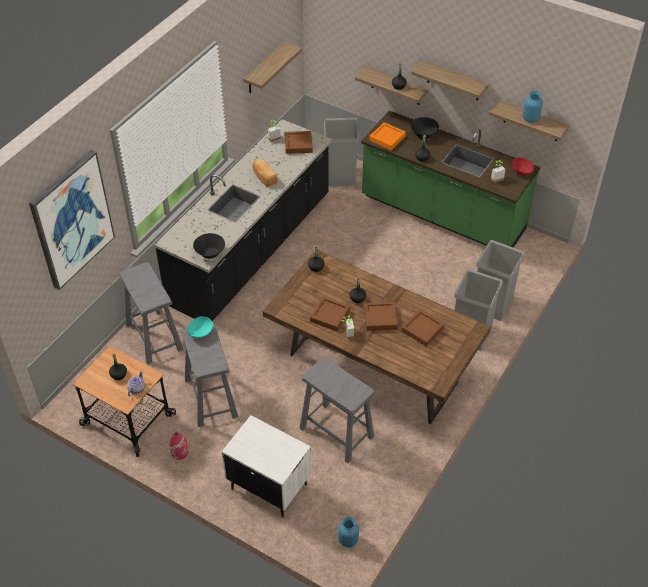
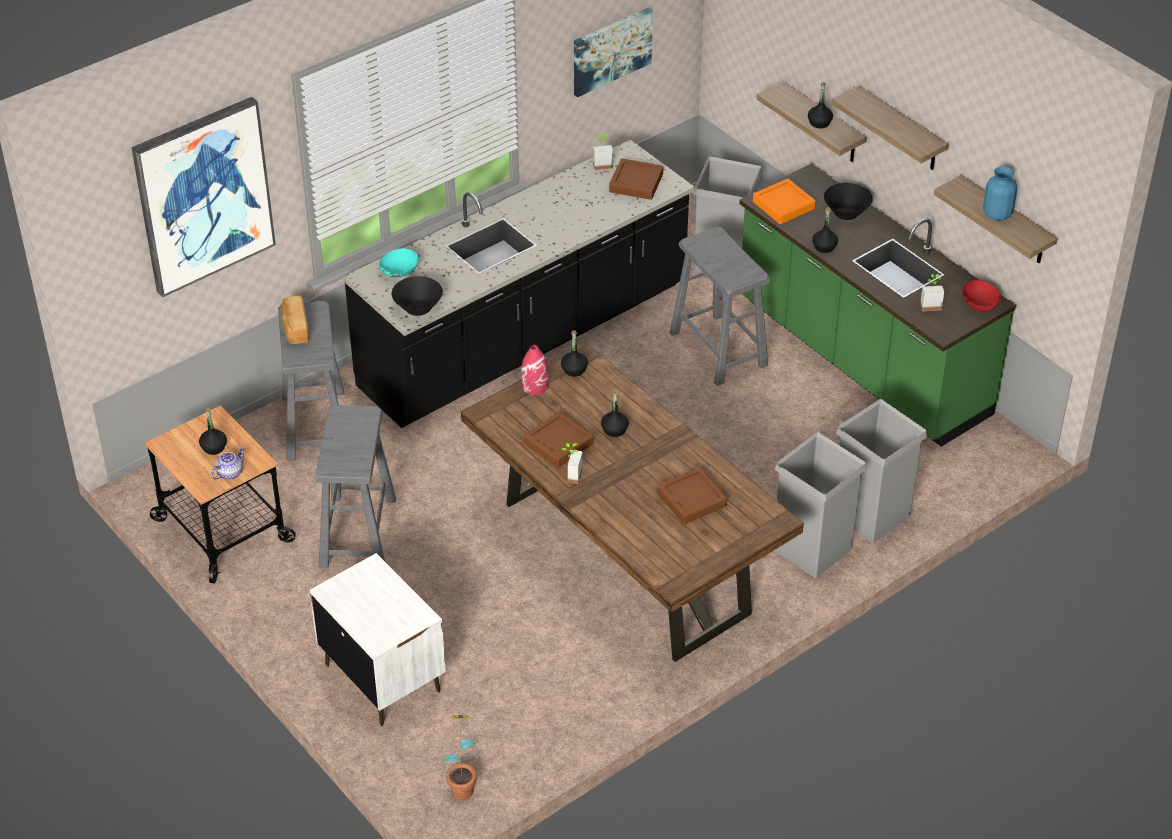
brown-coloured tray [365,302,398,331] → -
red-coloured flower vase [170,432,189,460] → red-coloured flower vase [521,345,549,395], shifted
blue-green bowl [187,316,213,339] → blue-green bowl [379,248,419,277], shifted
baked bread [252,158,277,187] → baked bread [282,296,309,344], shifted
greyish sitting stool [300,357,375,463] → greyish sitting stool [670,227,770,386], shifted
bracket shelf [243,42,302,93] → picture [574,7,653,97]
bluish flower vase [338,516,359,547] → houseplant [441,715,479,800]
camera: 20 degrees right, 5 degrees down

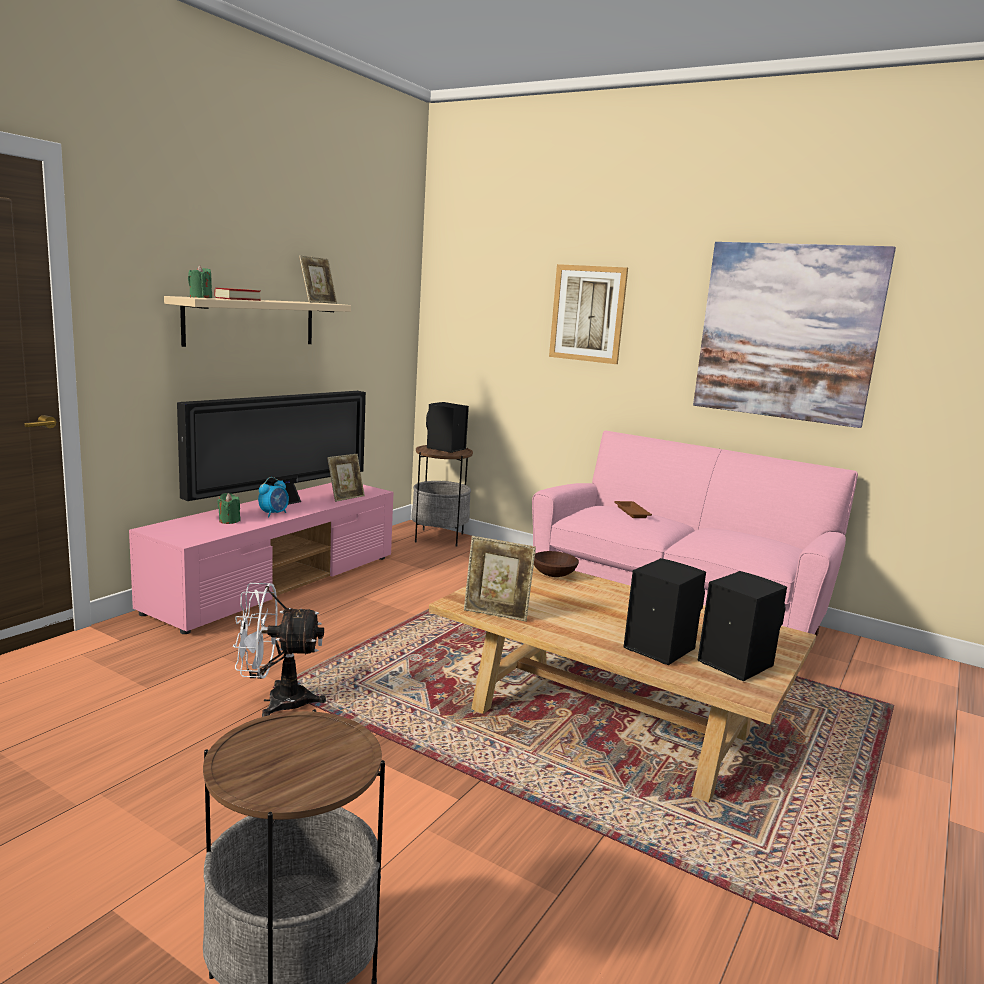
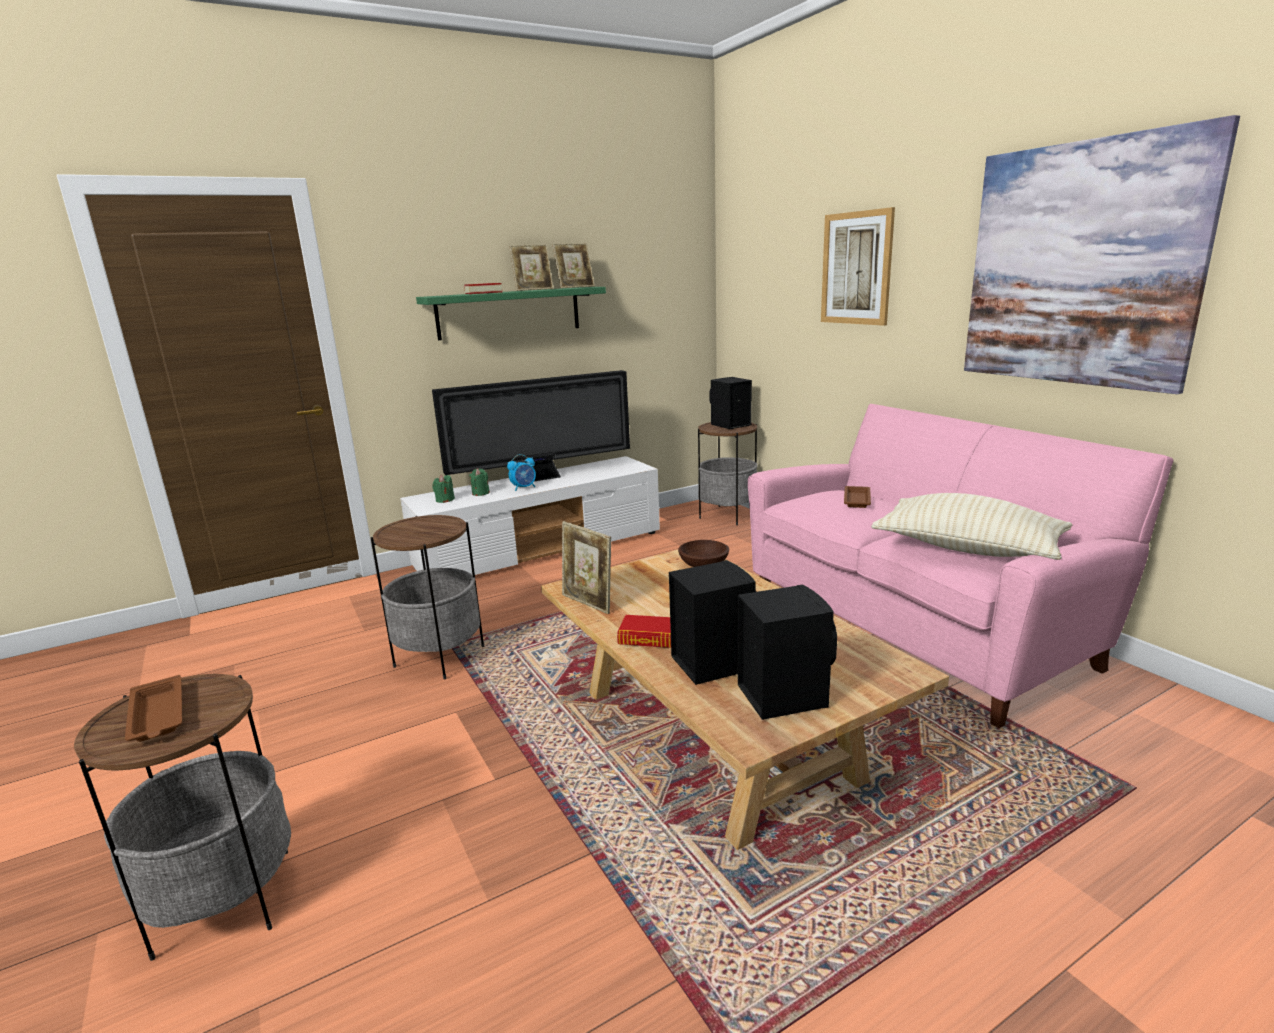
- → brown-coloured tray [125,675,182,742]
- → bound book [617,615,671,648]
- → sand-coloured throw pillow [871,493,1072,560]
greenish wax candle [188,265,212,298] → greenish wax candle [432,475,455,503], shifted
picture frame [327,454,365,502] → picture frame [510,245,554,291], shifted
whitish fan [233,583,326,717] → accent table [371,515,484,679]
pink-coloured tv stand [129,483,393,634] → whitish tv stand [400,456,660,575]
sand-coloured bracket shelf [164,296,351,347] → greenish bracket shelf [416,287,606,340]
camera: 30 degrees right, 5 degrees up

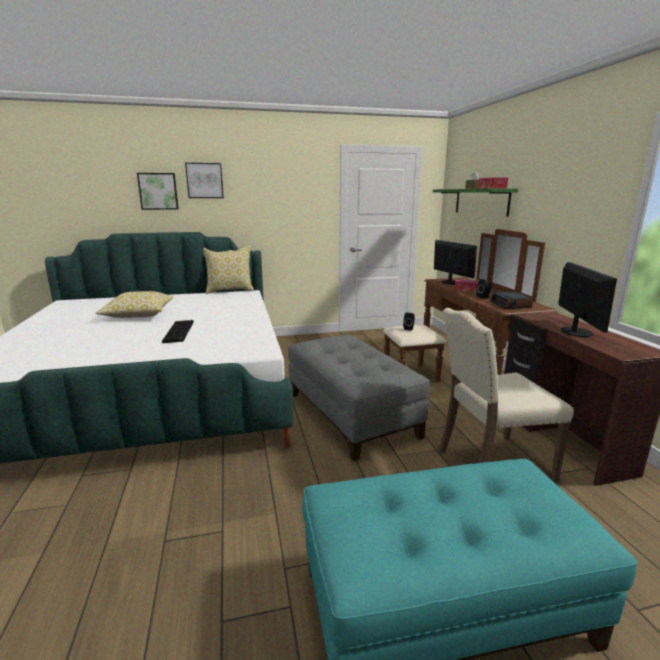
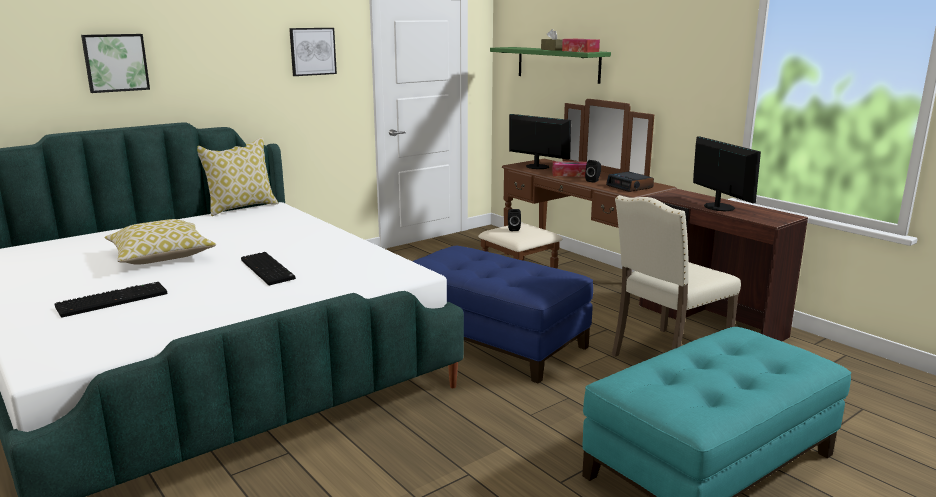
- → keyboard [55,282,167,318]
picture [185,163,224,198] → picture [289,28,337,76], shifted
greyish pouffe [288,335,430,461] → bluish pouffe [412,246,593,383]
camera: 25 degrees left, 0 degrees up

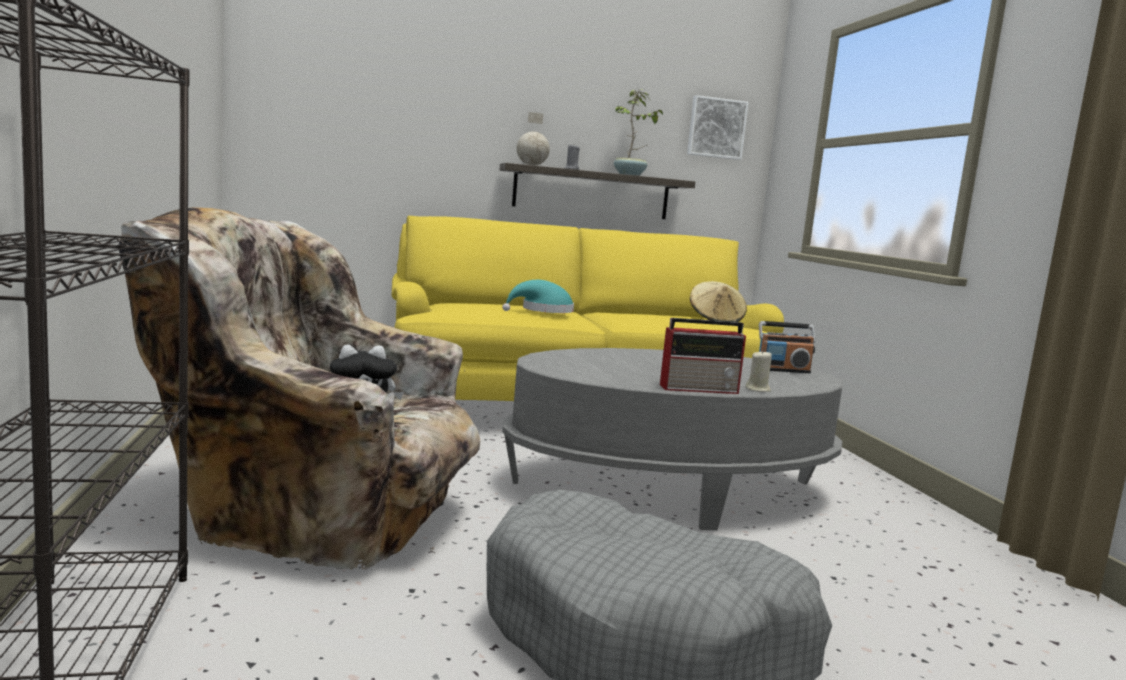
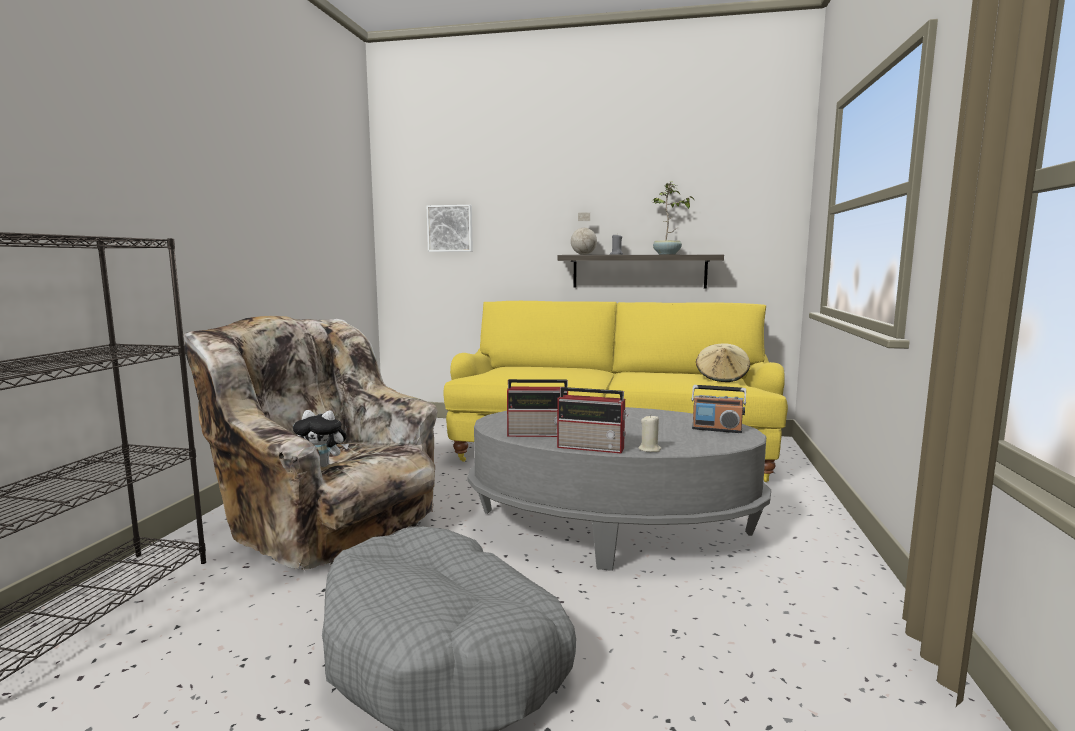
blue-green wearable hat [502,280,574,313] → -
- → radio receiver [507,379,568,437]
picture [687,95,749,160] → picture [427,205,473,252], shifted
camera: 25 degrees right, 0 degrees up

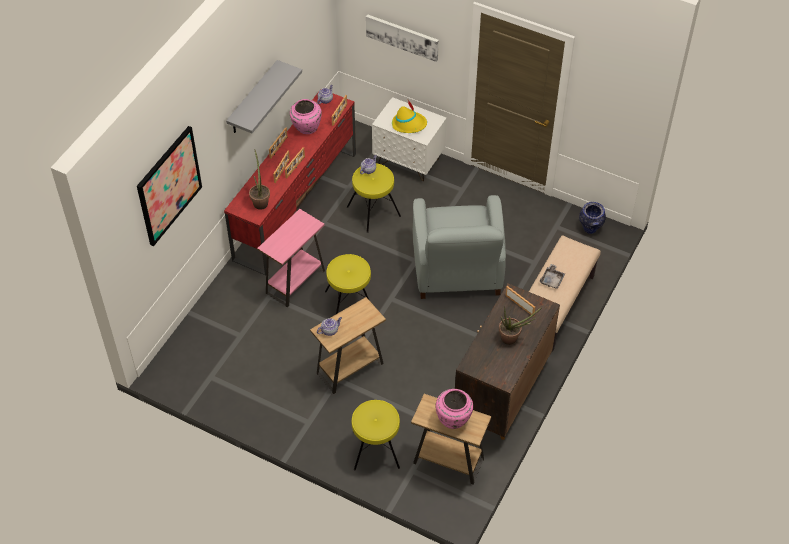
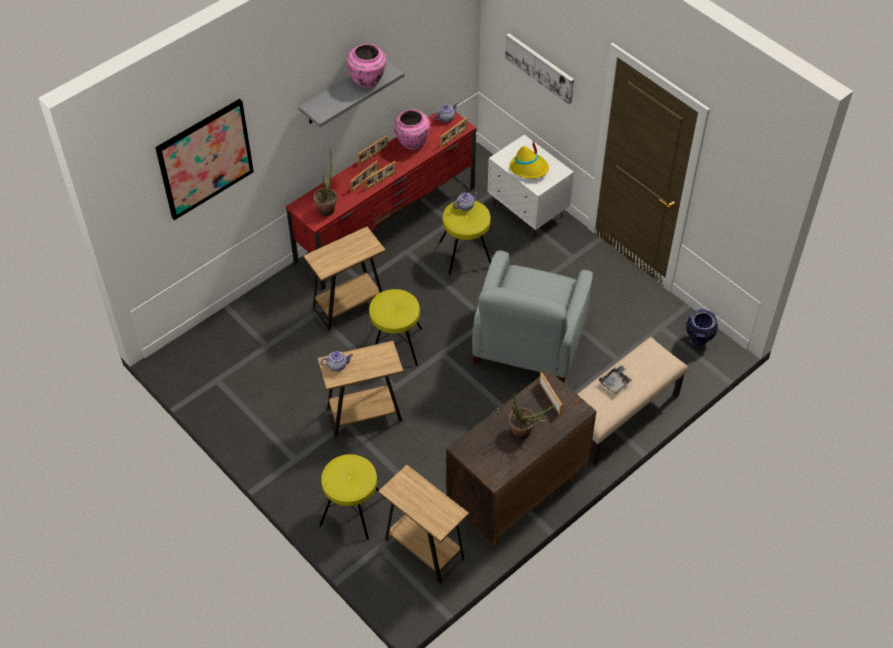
pink-coloured flower vase [436,389,473,429] → pink-coloured flower vase [347,44,386,88], shifted
pink-coloured accent table [257,209,325,308] → brown-coloured accent table [303,227,386,331]
camera: 20 degrees right, 0 degrees up

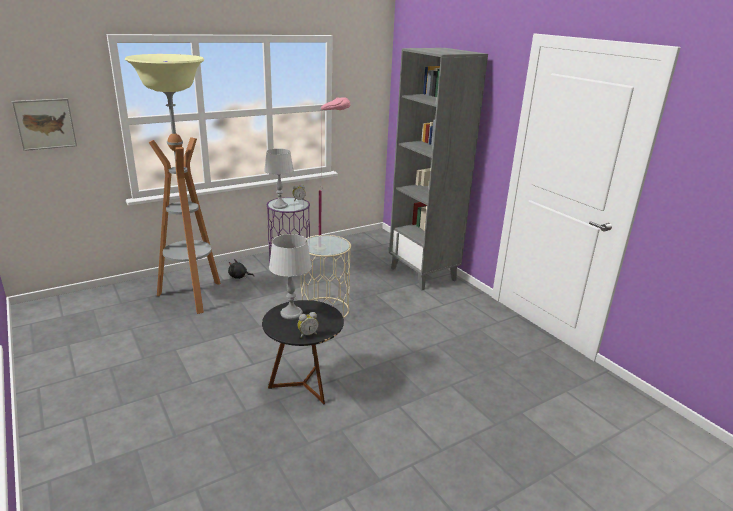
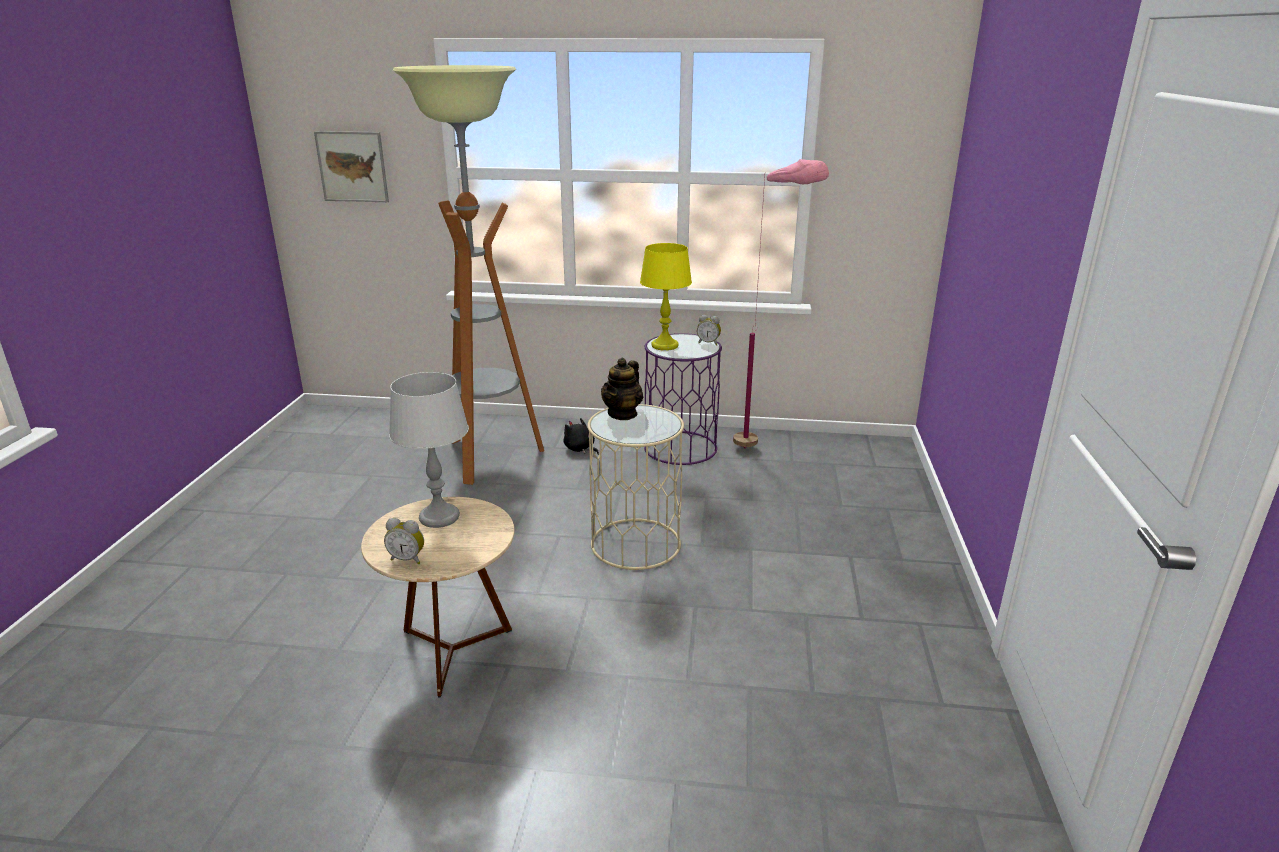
greyish shelving unit [389,48,488,290] → -
- → pot for tea [601,358,643,420]
blackish accent table [262,300,344,405] → sand-coloured accent table [361,497,515,698]
greyish lamp for a table [264,149,294,209] → yellow-coloured lamp for a table [640,243,692,351]
camera: 40 degrees right, 0 degrees up

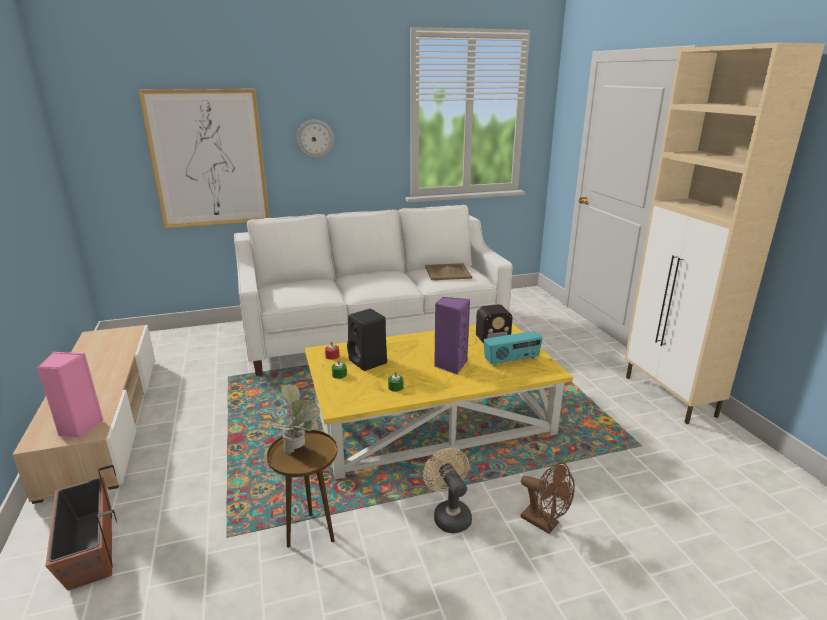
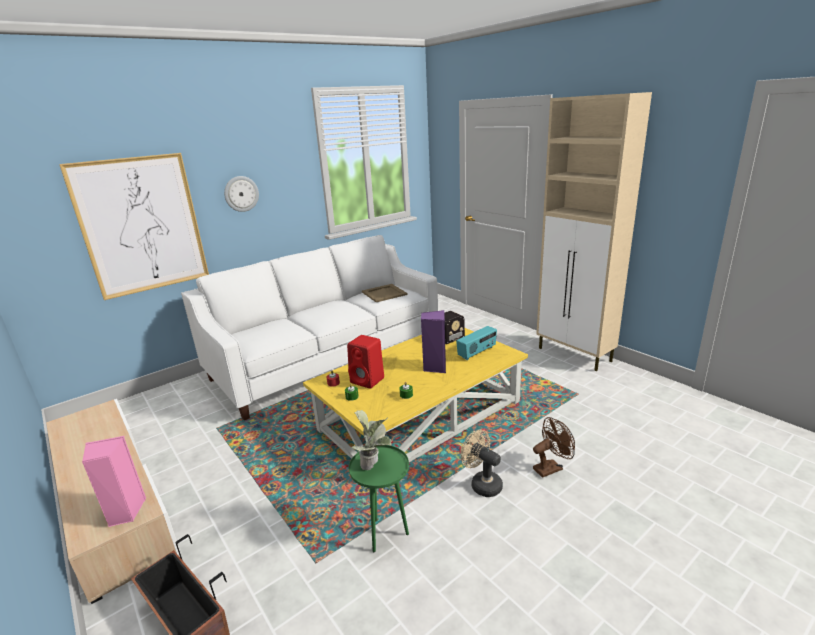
brown-coloured accent table [267,430,337,548] → greenish accent table [349,445,409,552]
blackish loudspeaker [347,309,387,371] → red-coloured loudspeaker [347,335,384,389]
brown-coloured fan [521,462,575,534] → brown-coloured fan [533,417,575,478], 45 degrees counterclockwise
camera: 20 degrees left, 0 degrees up

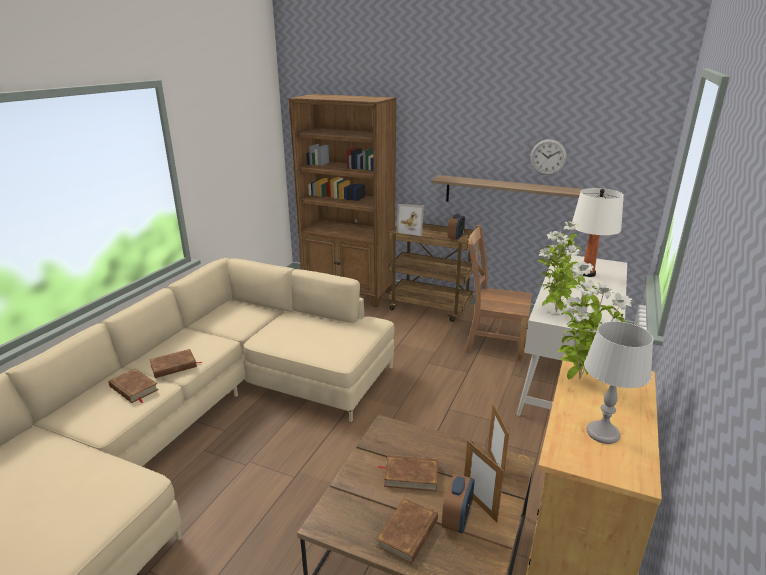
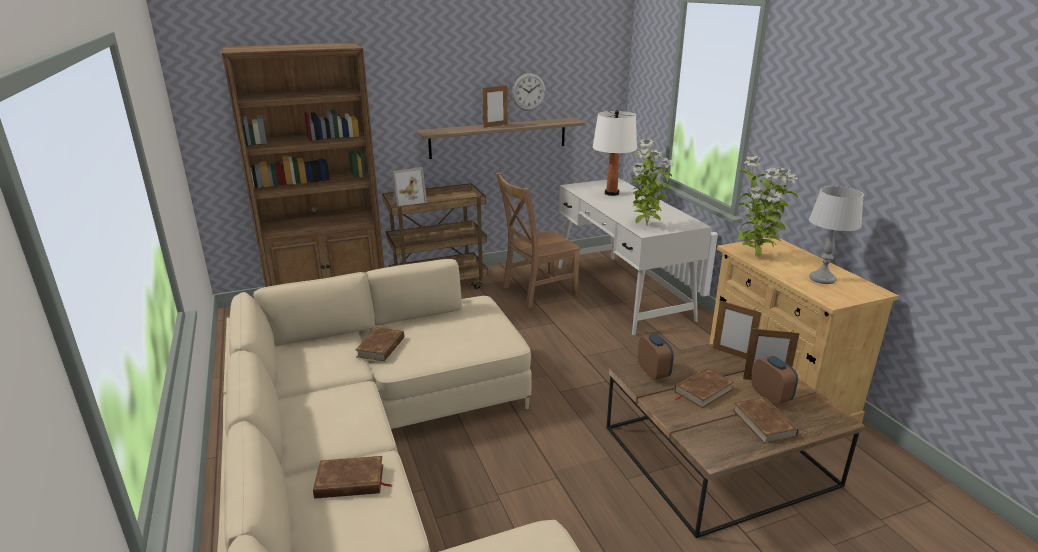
- → picture frame [483,85,508,128]
brown-coloured bound book [149,349,203,378] → brown-coloured bound book [355,327,404,361], shifted
alarm clock [447,214,465,241] → alarm clock [638,334,674,380], shifted
camera: 45 degrees left, 0 degrees up

